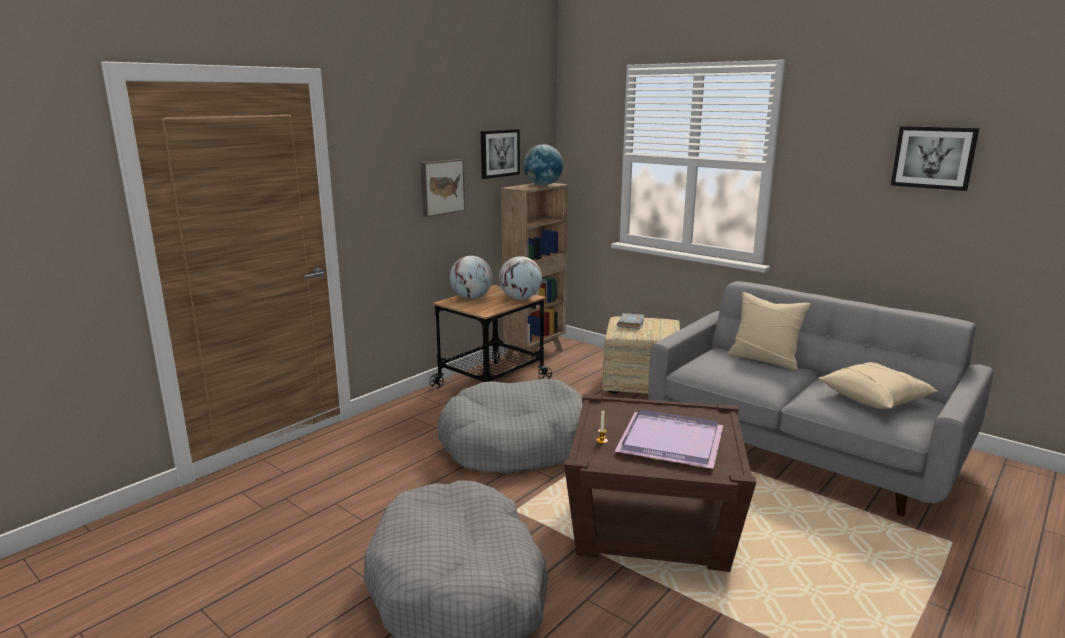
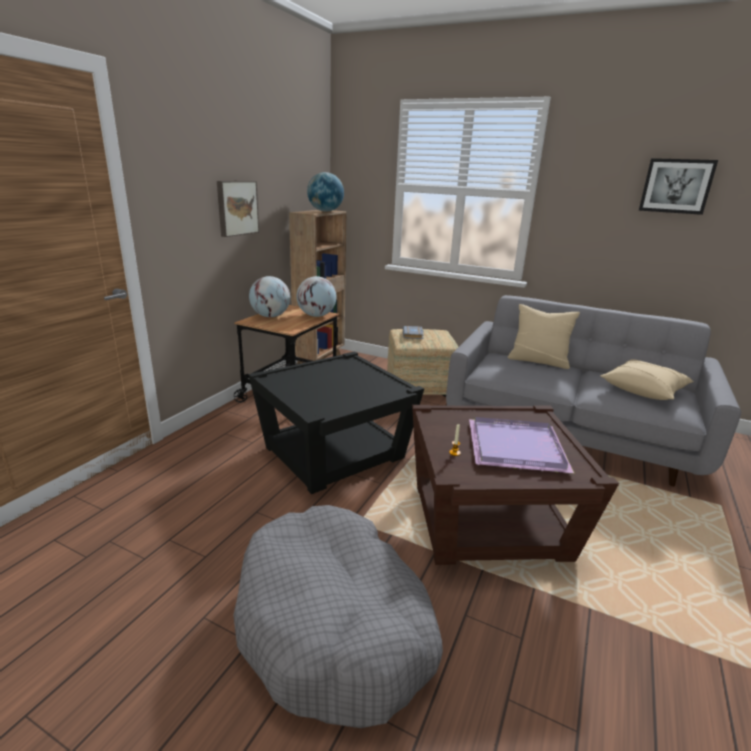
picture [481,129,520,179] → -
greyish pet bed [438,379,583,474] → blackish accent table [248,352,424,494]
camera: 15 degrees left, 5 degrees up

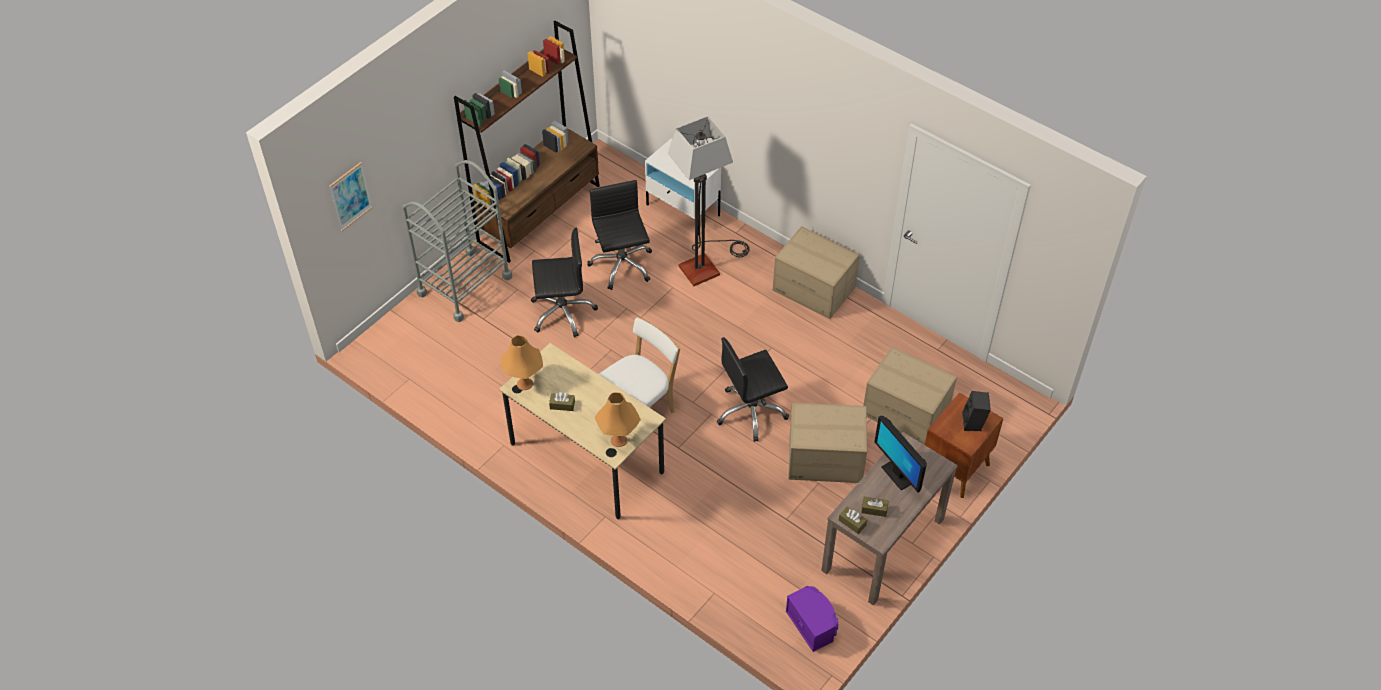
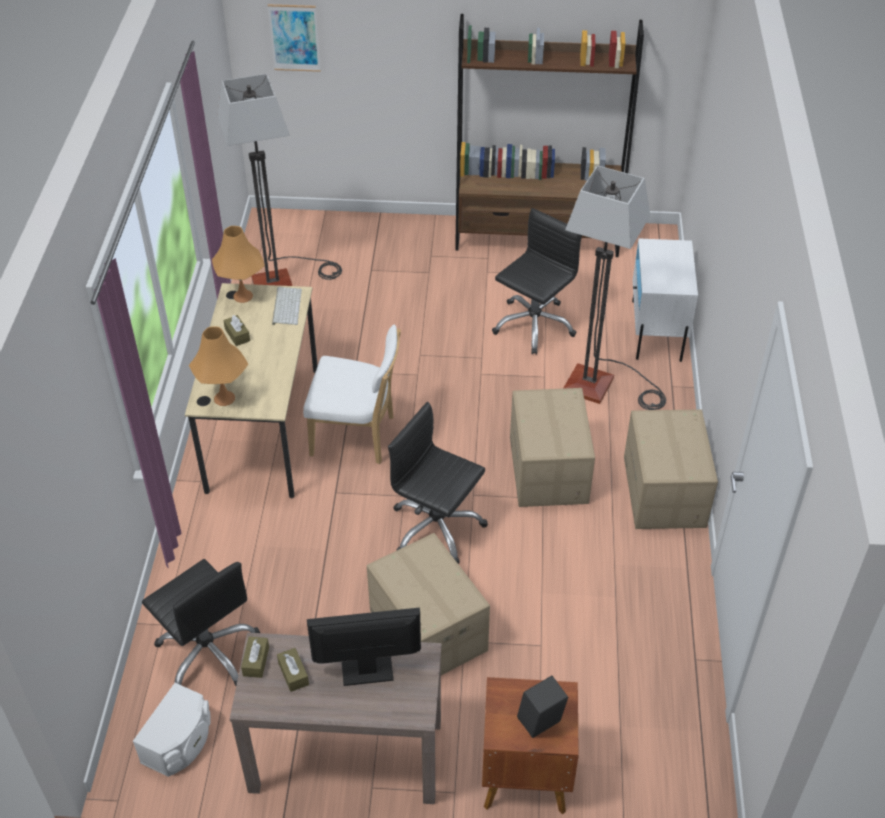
greyish cart [402,160,512,322] → -
- → standard lamp [218,74,342,286]
- → keyboard [272,287,302,325]
blackish computer chair [531,228,598,337] → blackish computer chair [142,559,260,686], shifted
packing box [863,347,957,445] → packing box [510,388,595,507], shifted
purple loudspeaker [786,586,838,652] → whitish loudspeaker [133,683,211,777]
computer screen [874,416,927,492] → computer screen [307,607,421,686], 60 degrees clockwise
camera: 55 degrees right, 5 degrees down

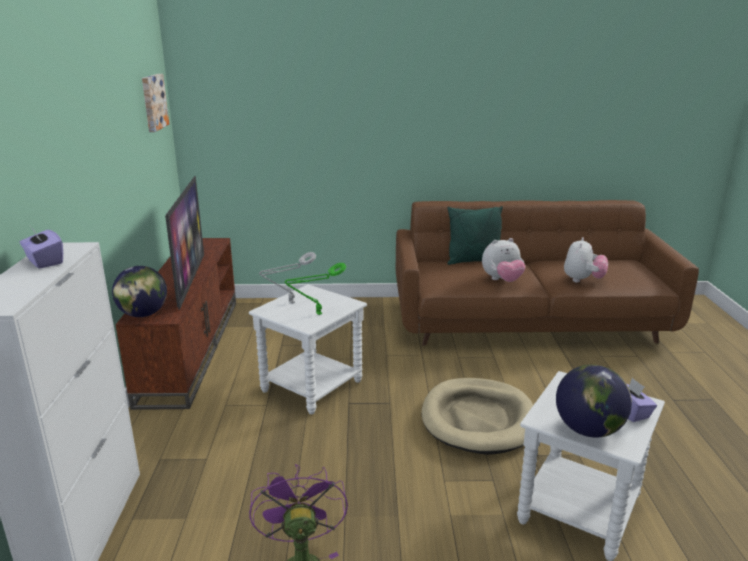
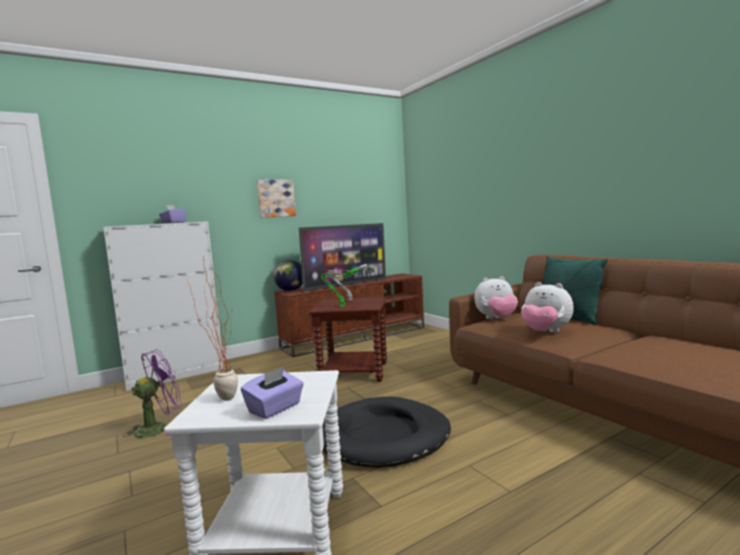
picture [142,74,169,132] → picture [257,180,296,218], shifted
cuddly toy [564,237,608,283] → cuddly toy [474,276,518,319], shifted
world globe [556,364,632,438] → houseplant [186,256,238,401]
whitish accent table [249,285,367,414] → brown-coloured accent table [309,297,387,382]
sand-coloured pet bed [422,378,533,455] → blackish pet bed [322,397,451,468]
camera: 60 degrees right, 15 degrees down

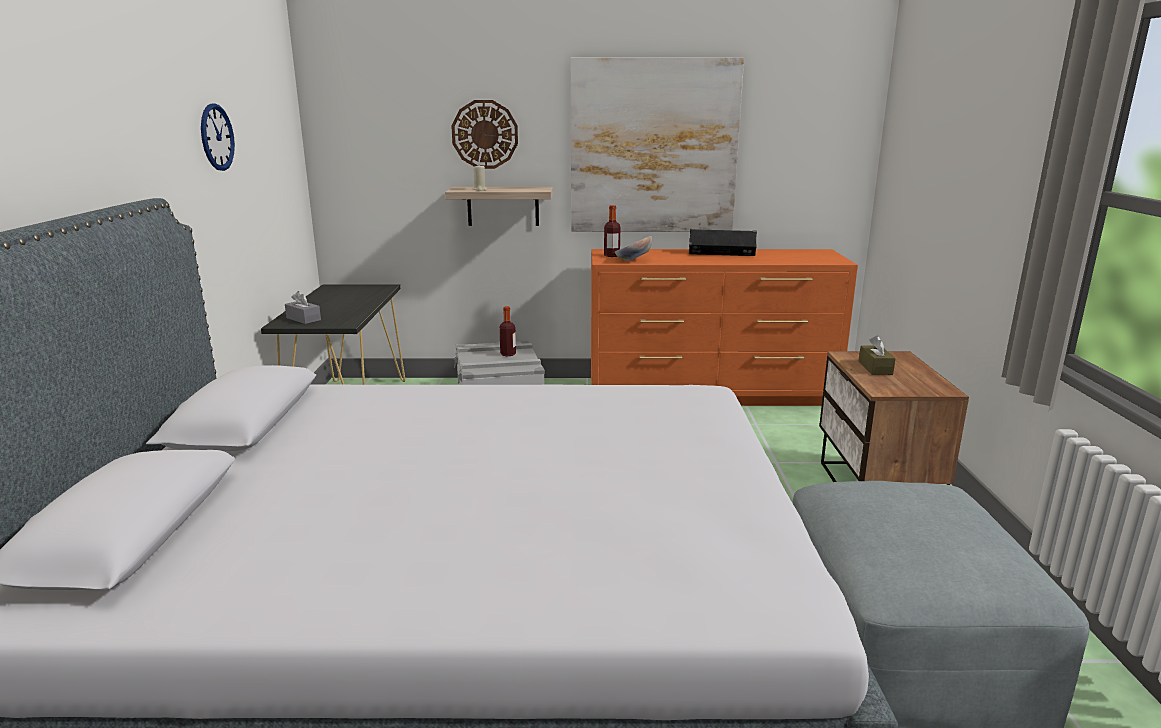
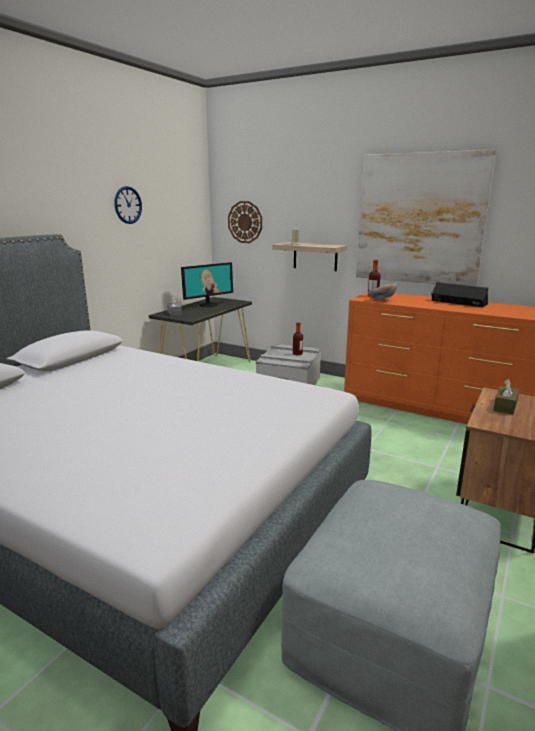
- → computer screen [181,262,233,307]
wall clock [451,100,518,169] → wall clock [228,201,262,243], shifted
camera: 30 degrees right, 0 degrees up

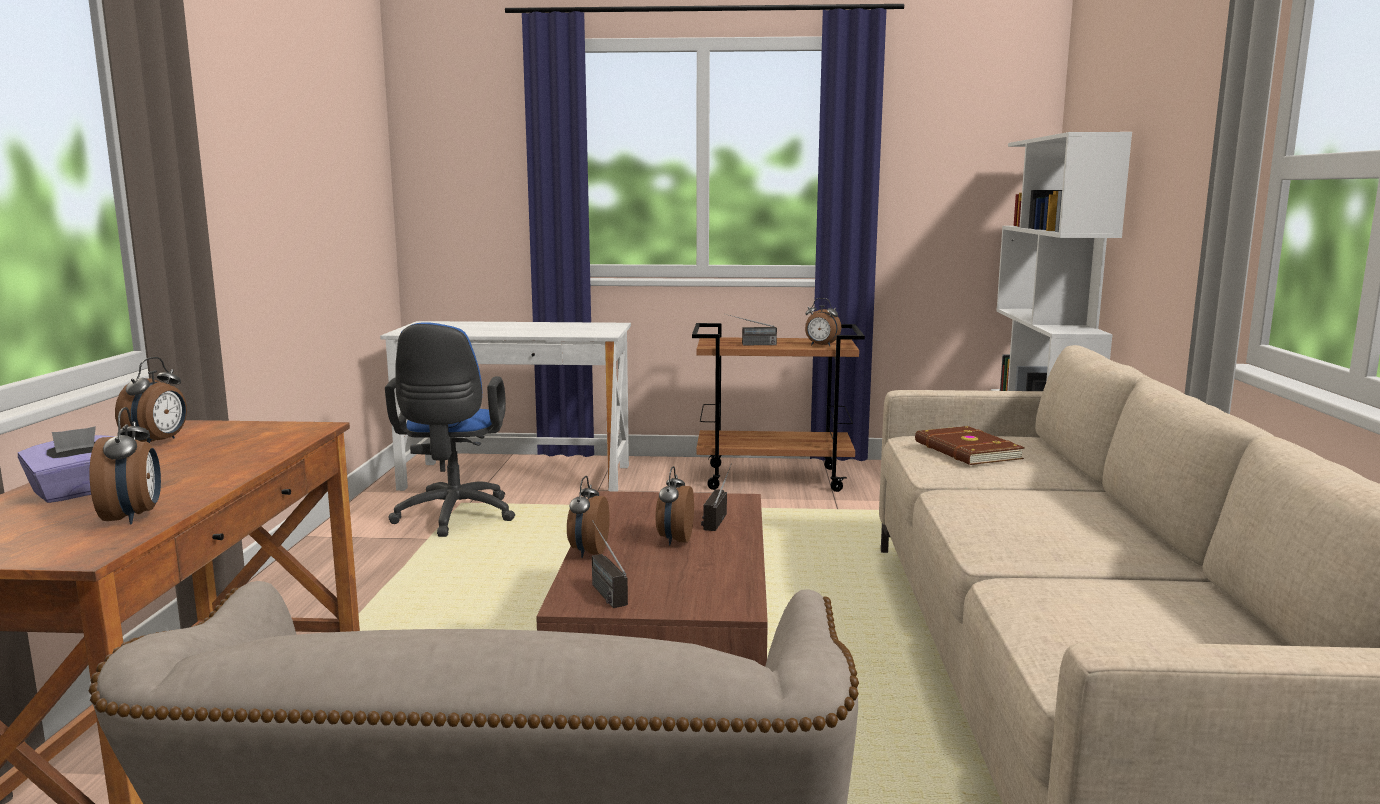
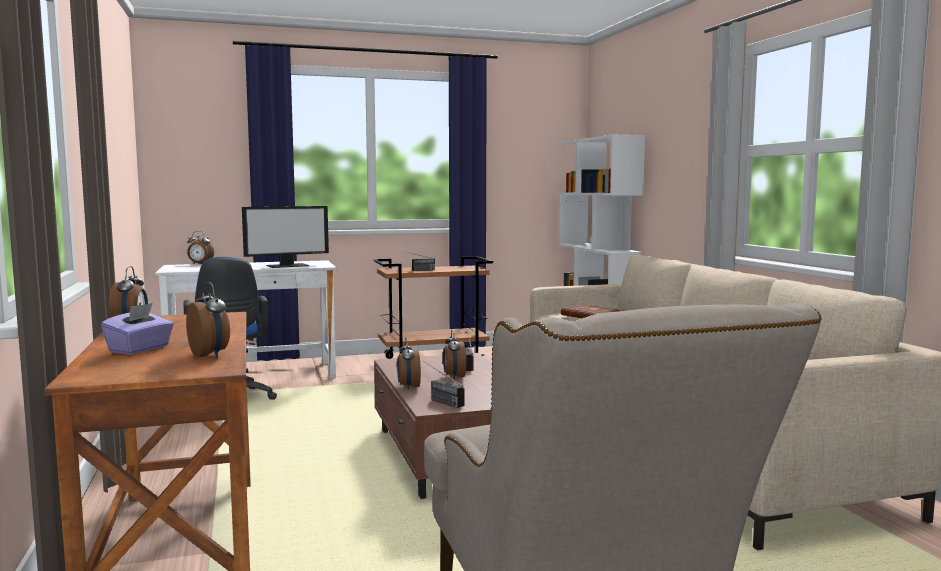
- → computer screen [242,206,329,268]
alarm clock [805,298,841,346] → alarm clock [187,231,214,265], shifted
camera: 20 degrees left, 5 degrees down

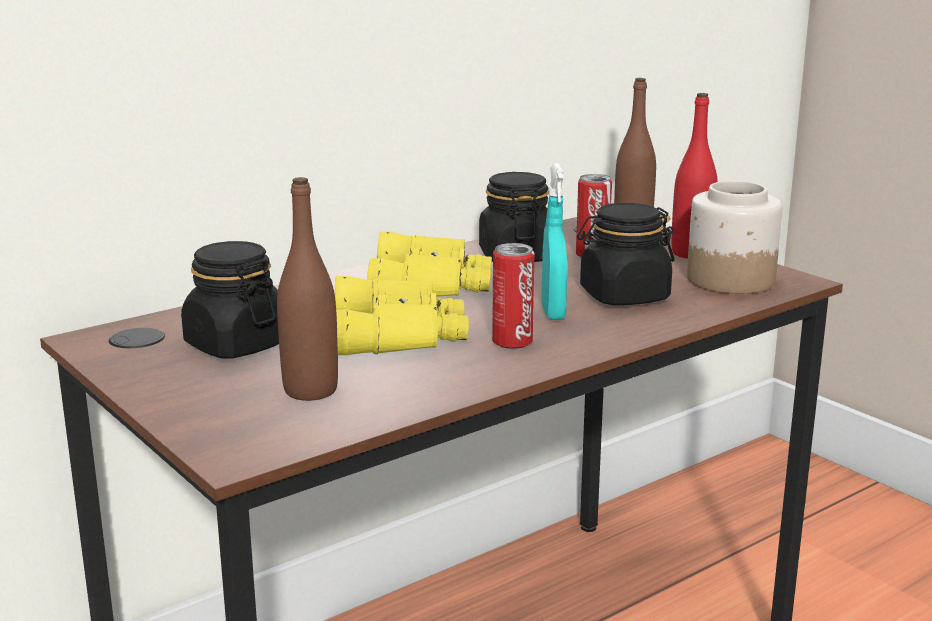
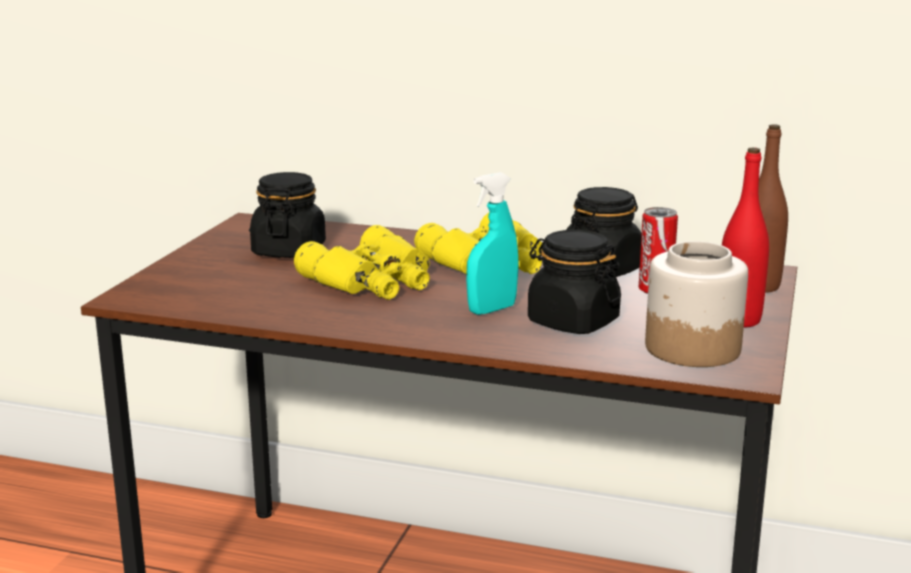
brown-coloured drink bottle [277,177,338,401] → -
can [492,243,535,349] → -
camera: 55 degrees right, 0 degrees up

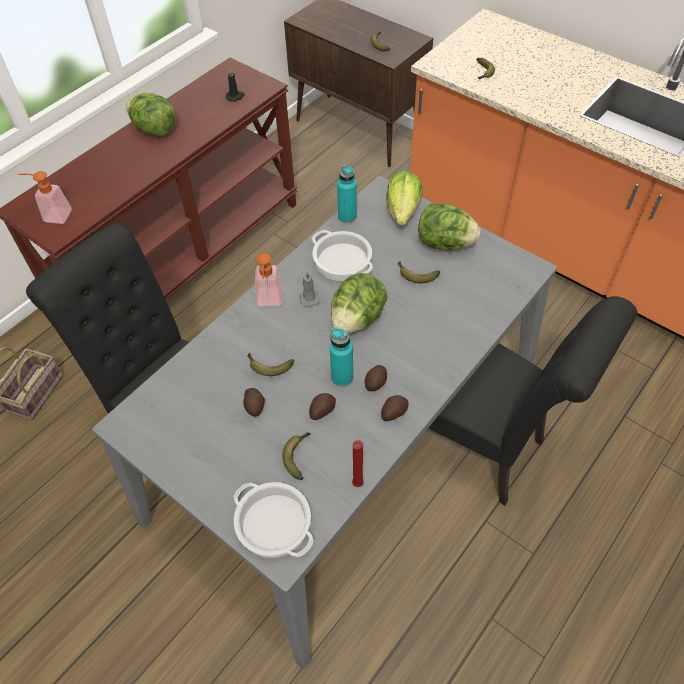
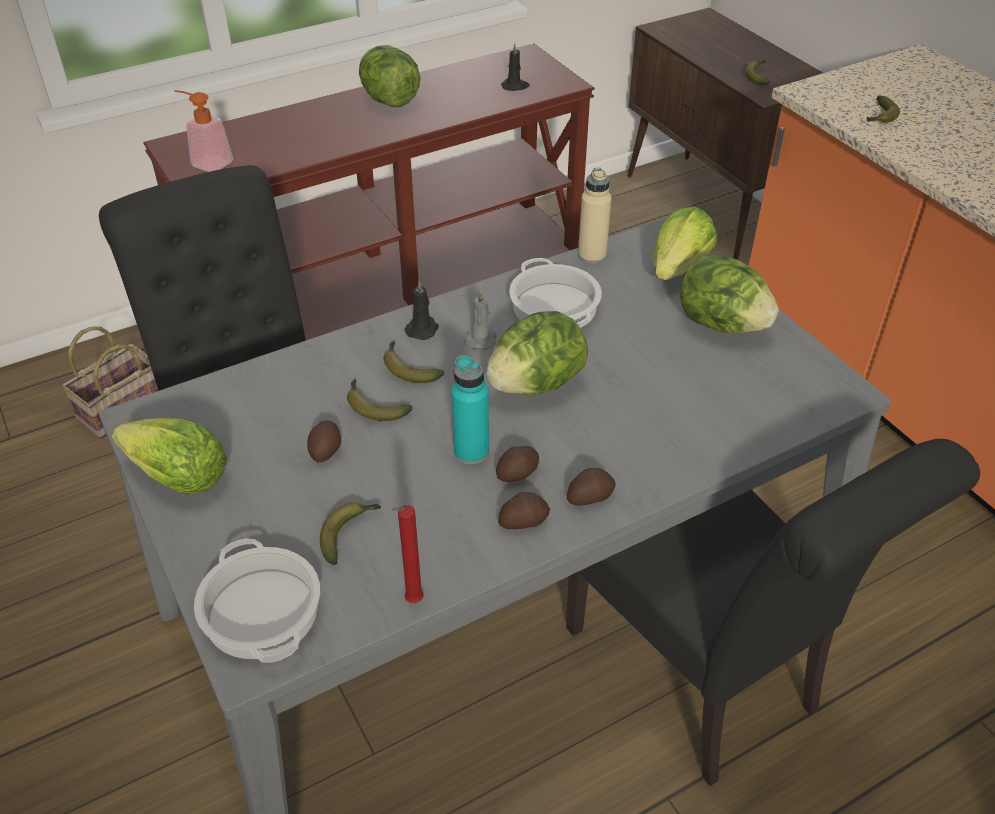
- → lettuce [112,418,227,494]
whole potato [309,393,336,420] → whole potato [567,468,615,505], shifted
whole banana [398,261,440,283] → whole banana [384,341,444,383], shifted
soap dispenser [255,253,283,307] → blackish wax candle [405,280,439,340]
blue-green drink bottle [337,165,357,223] → sand-coloured drink bottle [578,168,612,264]
camera: 20 degrees right, 10 degrees down

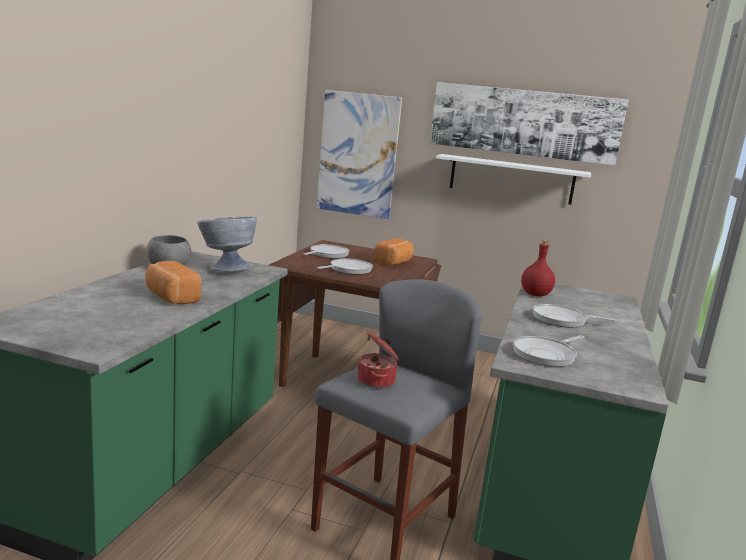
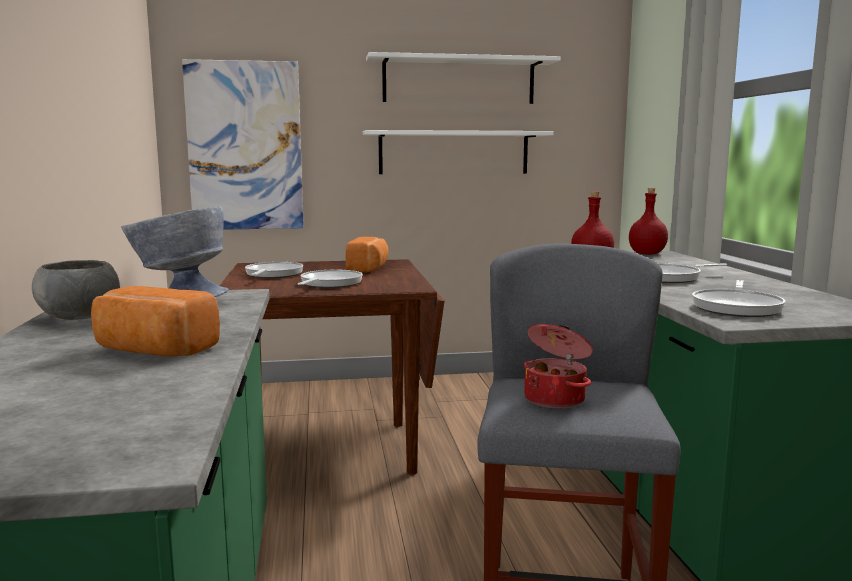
- → red-coloured drink bottle [629,188,668,255]
picture [430,82,629,166] → whitish bracket shelf [366,52,561,104]
camera: 25 degrees left, 5 degrees down

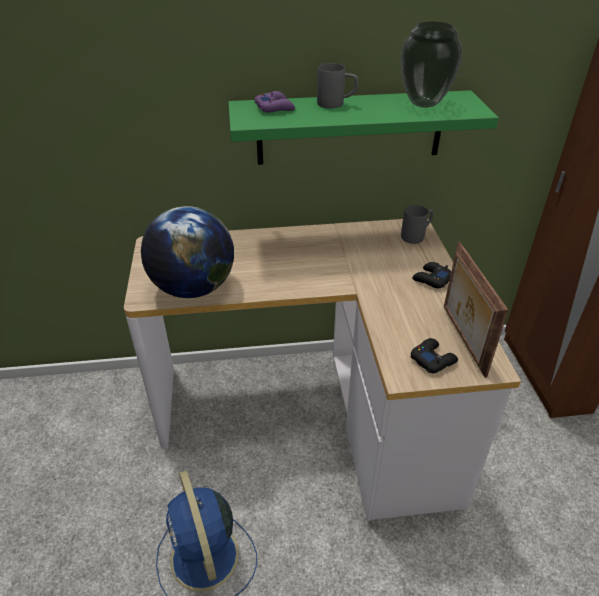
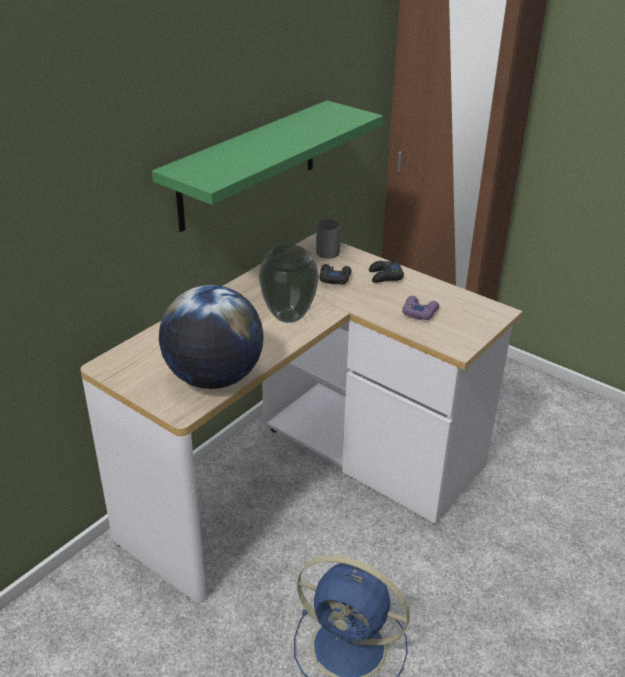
greyish tea mug [317,63,358,108] → -
picture frame [444,242,508,378] → -
purple gamepad [254,91,295,112] → purple gamepad [402,296,439,320], shifted
flower vase [401,22,462,108] → flower vase [259,244,319,323], shifted
blackish gamepad [411,338,458,373] → blackish gamepad [319,264,352,284], shifted
camera: 45 degrees left, 5 degrees down

